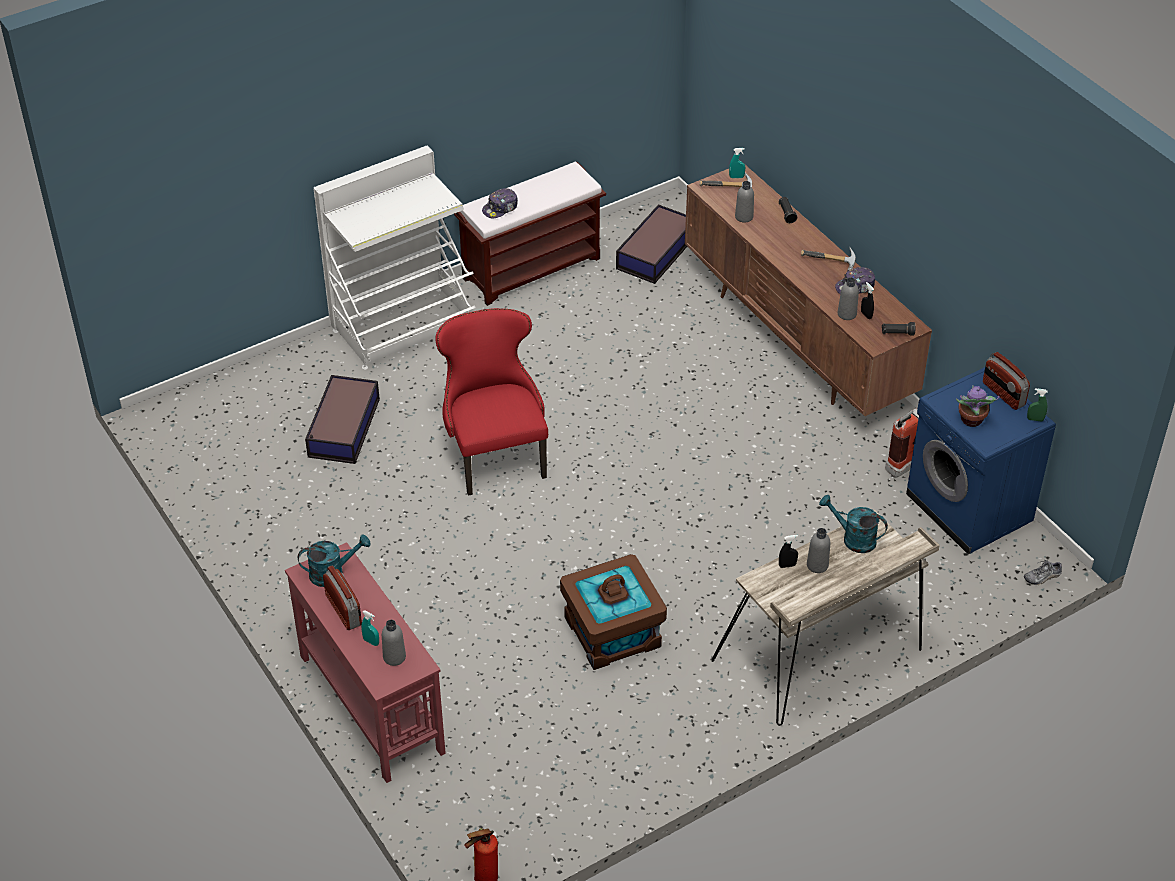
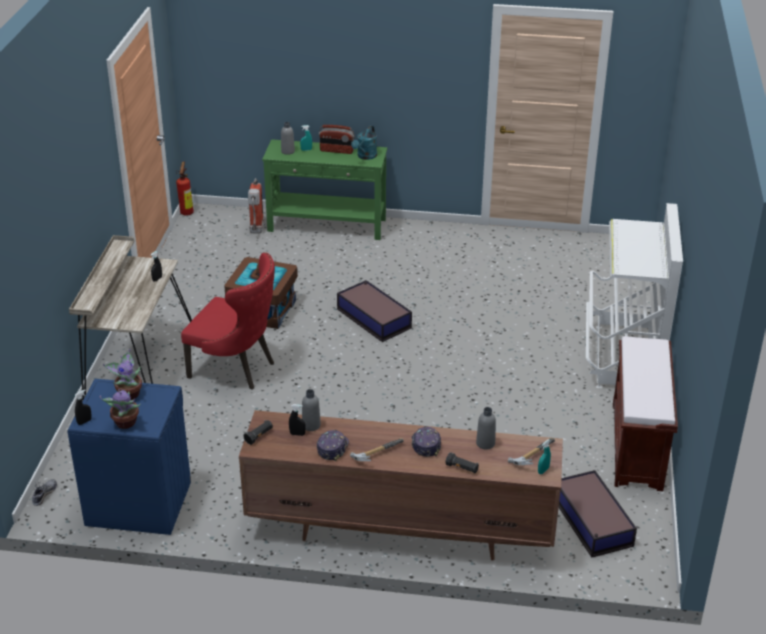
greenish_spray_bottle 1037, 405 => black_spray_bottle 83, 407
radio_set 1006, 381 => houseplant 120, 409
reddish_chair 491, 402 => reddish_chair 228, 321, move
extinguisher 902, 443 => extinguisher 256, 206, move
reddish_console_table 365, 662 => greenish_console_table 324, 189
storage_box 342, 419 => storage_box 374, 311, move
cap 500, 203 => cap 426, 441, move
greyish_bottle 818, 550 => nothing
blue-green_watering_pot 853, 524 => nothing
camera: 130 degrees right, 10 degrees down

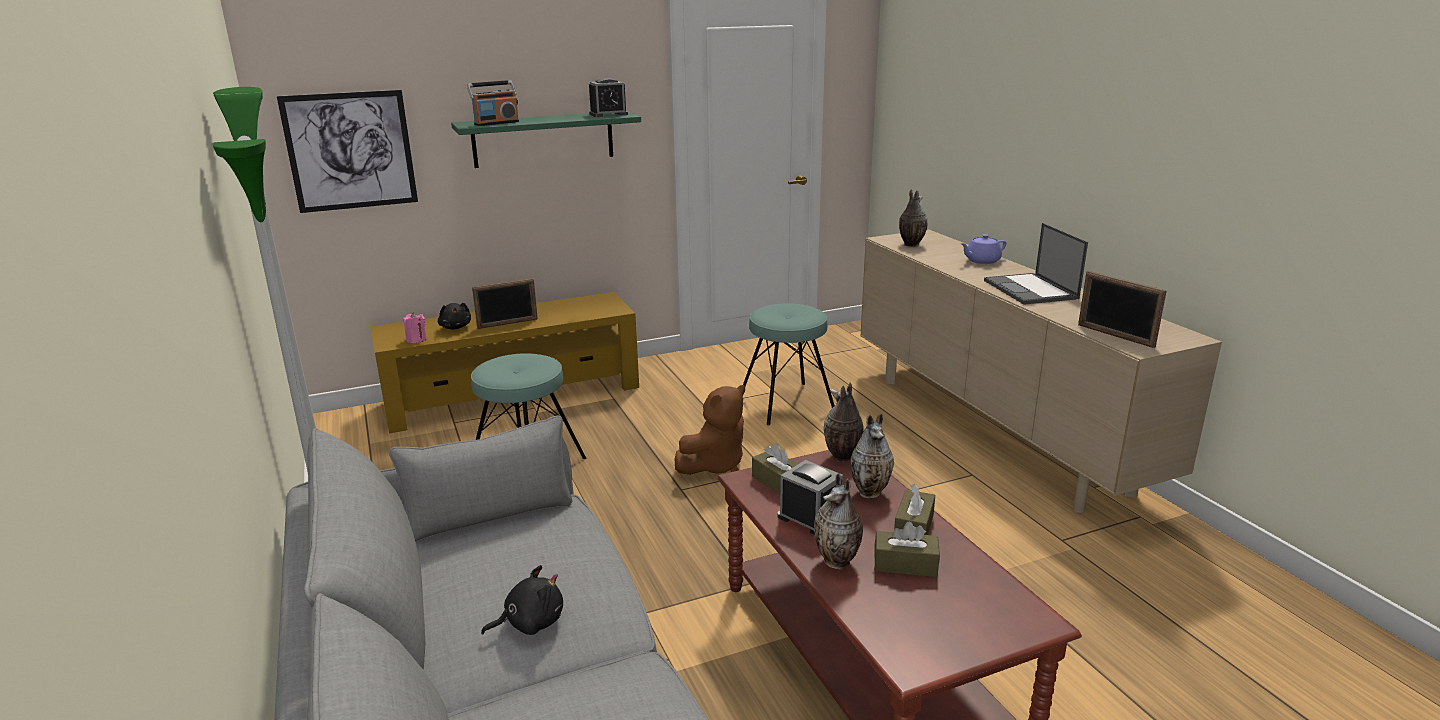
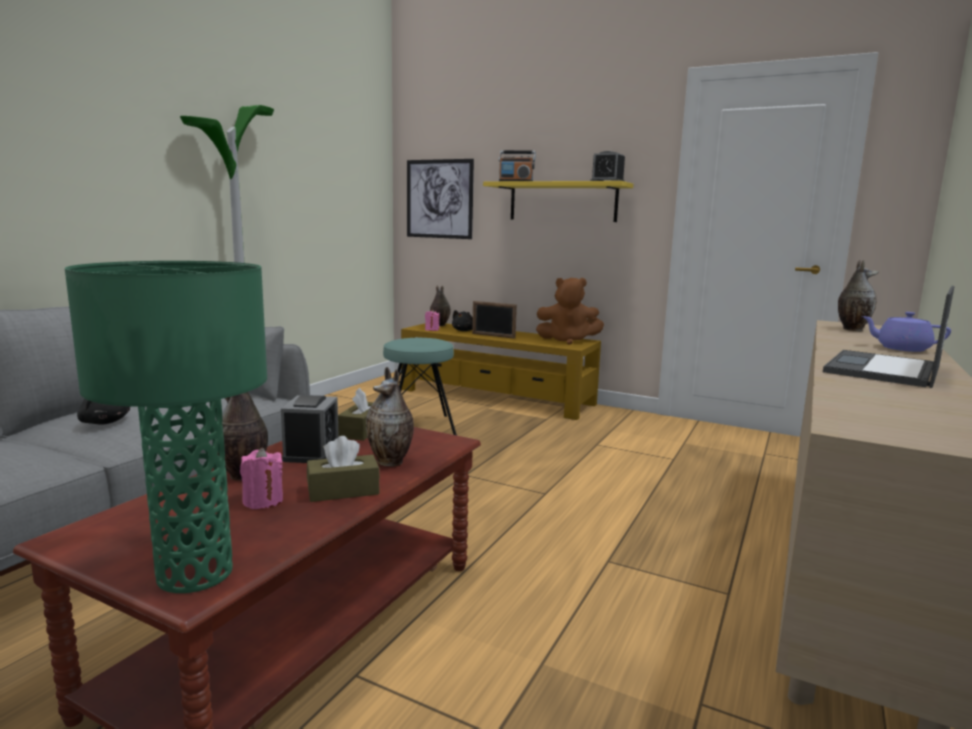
nothing => greenish_lamp_for_a_table 166, 427
brown-coloured_box_of_tissues 907, 549 => pinkish_candle 261, 478
vase 843, 422 => vase 440, 305, move
greenish_bracket_shelf 546, 140 => yellowish_bracket_shelf 558, 201
brown-coloured_cuddly_toy 709, 430 => brown-coloured_cuddly_toy 570, 311, move
blue-green_sitting_stool 789, 364 => nothing
standing_frame 1122, 309 => nothing
camera: 50 degrees right, 10 degrees down

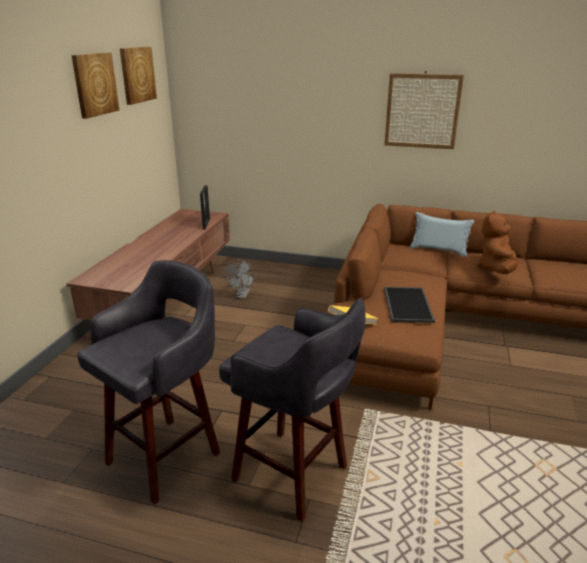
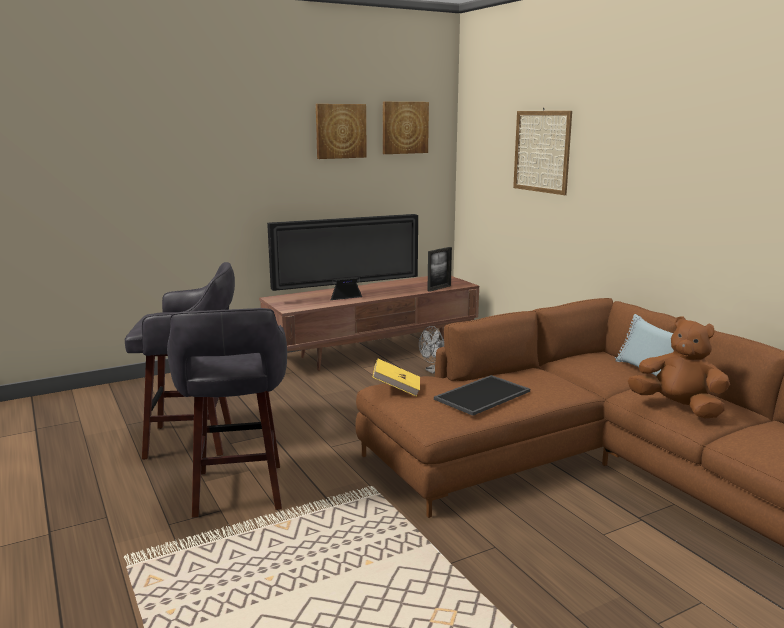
nothing => TV 342, 257
wall_picture 424, 110 => wall_picture 542, 151, move
brown-coloured_cuddly_toy 498, 242 => brown-coloured_cuddly_toy 679, 367, 60 degrees clockwise
camera: 45 degrees right, 10 degrees down

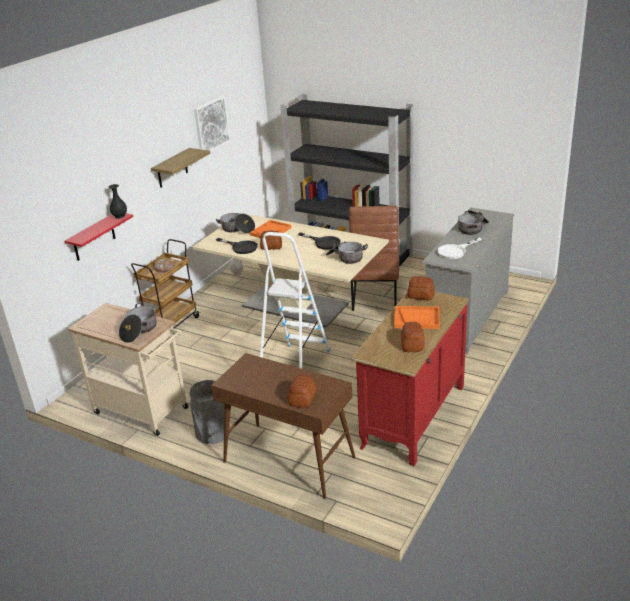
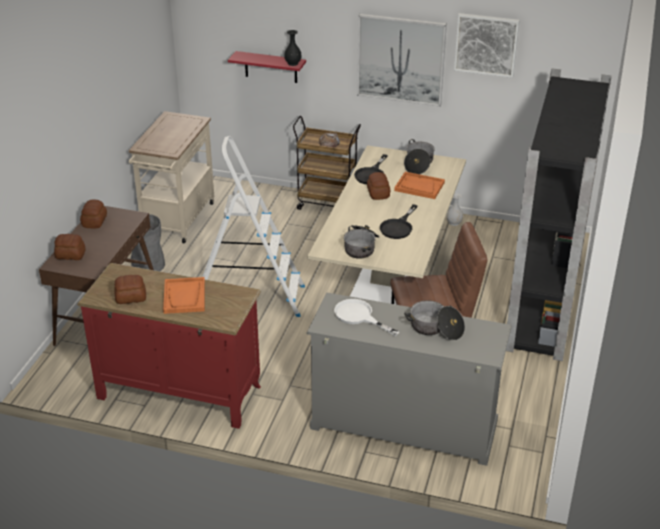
bread 421, 288 => bread 93, 214, move
bracket_shelf 180, 168 => wall_picture 402, 60
stockpot 138, 323 => nothing
camera: 75 degrees right, 5 degrees up

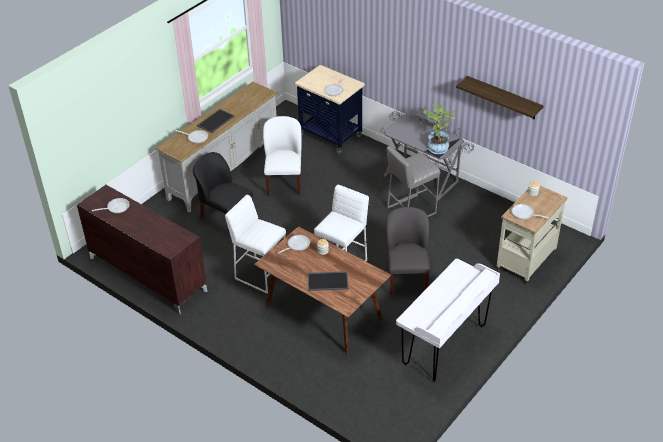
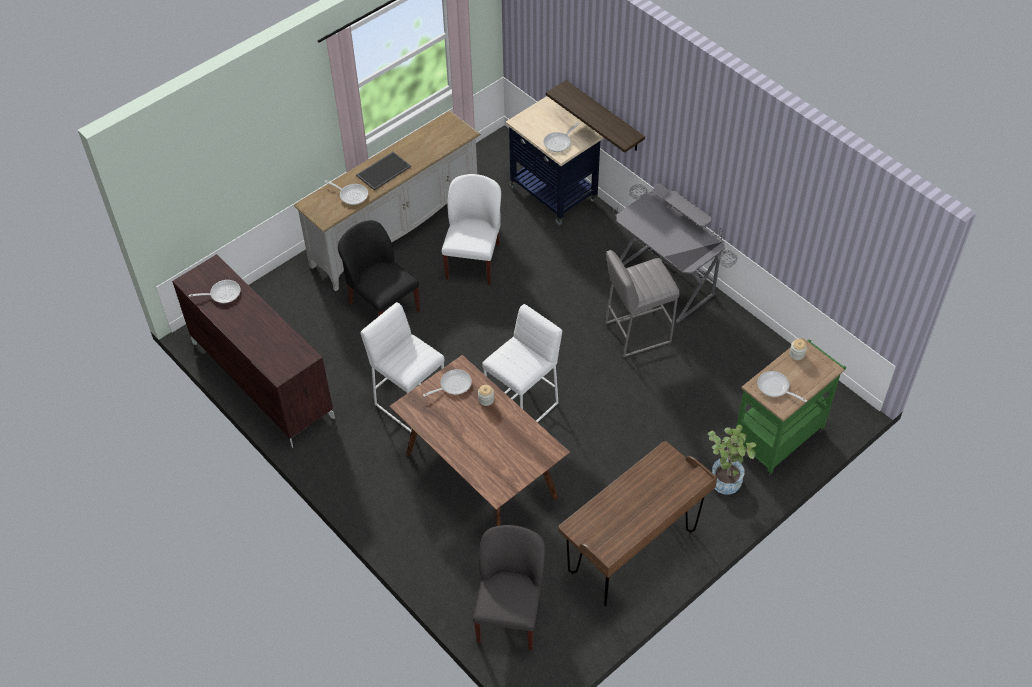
greyish_chair 408, 251 => greyish_chair 509, 587, move
bracket_shelf 500, 97 => bracket_shelf 595, 116, move
white-coloured_desk_table 448, 320 => brown-coloured_desk_table 637, 523
houseplant 439, 128 => houseplant 732, 460, move
beige-coloured_wheeled_cart 532, 235 => greenish_wheeled_cart 789, 407
serving_tray 328, 281 => nothing
camera: 10 degrees right, 10 degrees up

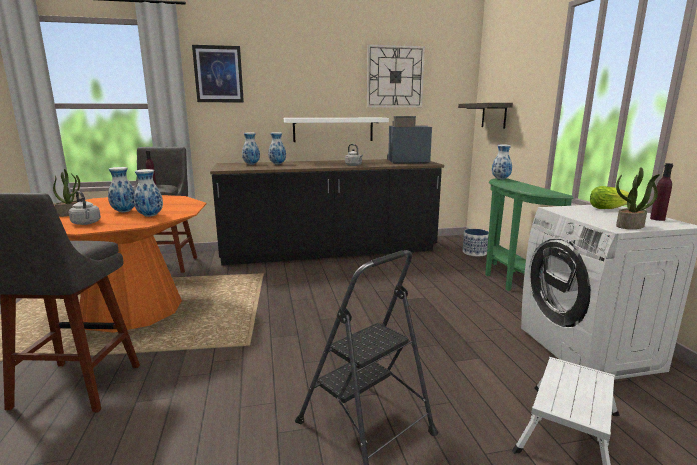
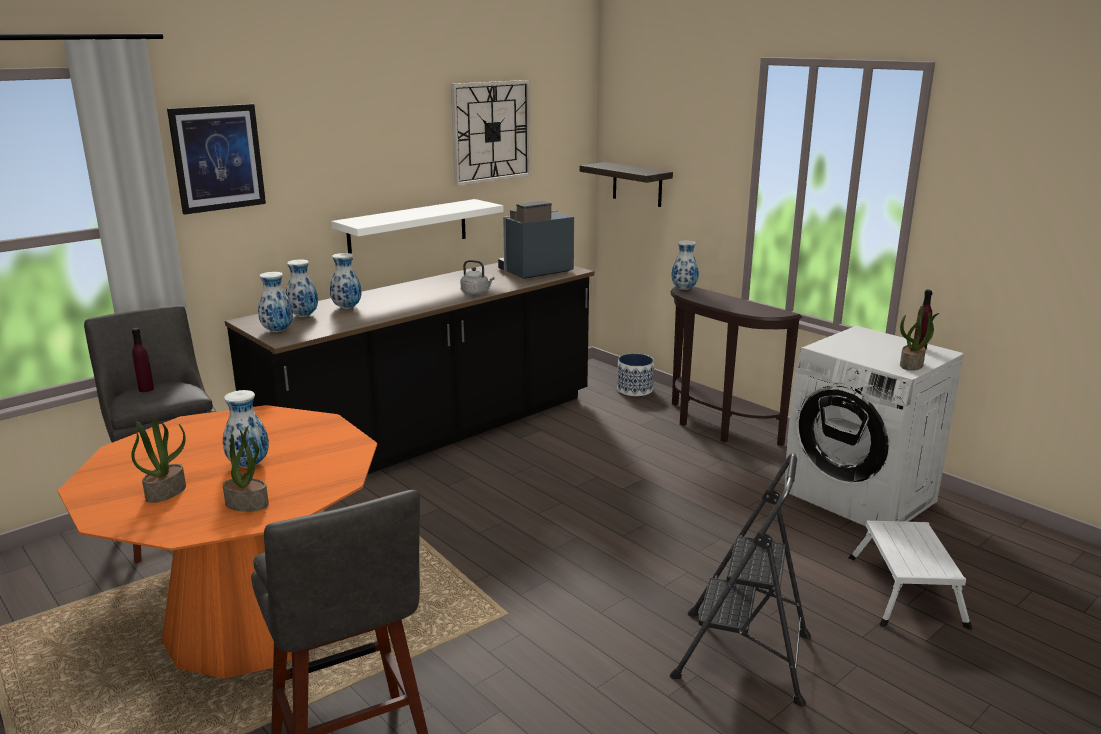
greyish_water_kettle 85, 208 => houseplant 246, 469
vase 148, 193 => vase 275, 302, move
greenish_console_table 529, 234 => brown-coloured_console_table 736, 366
lettuce 609, 197 => nothing
camera: 30 degrees left, 5 degrees up

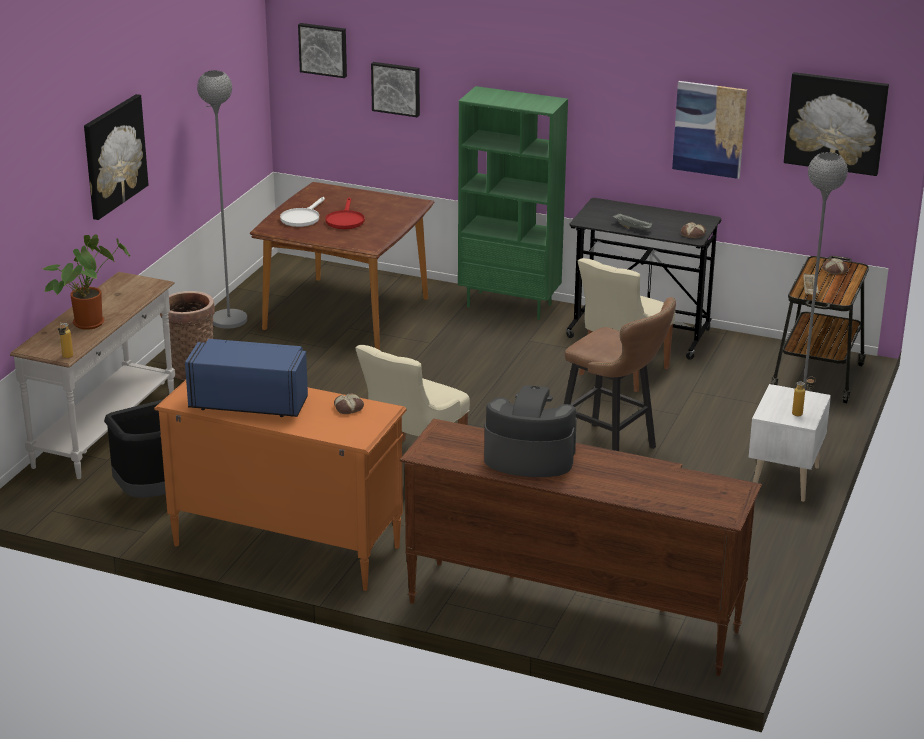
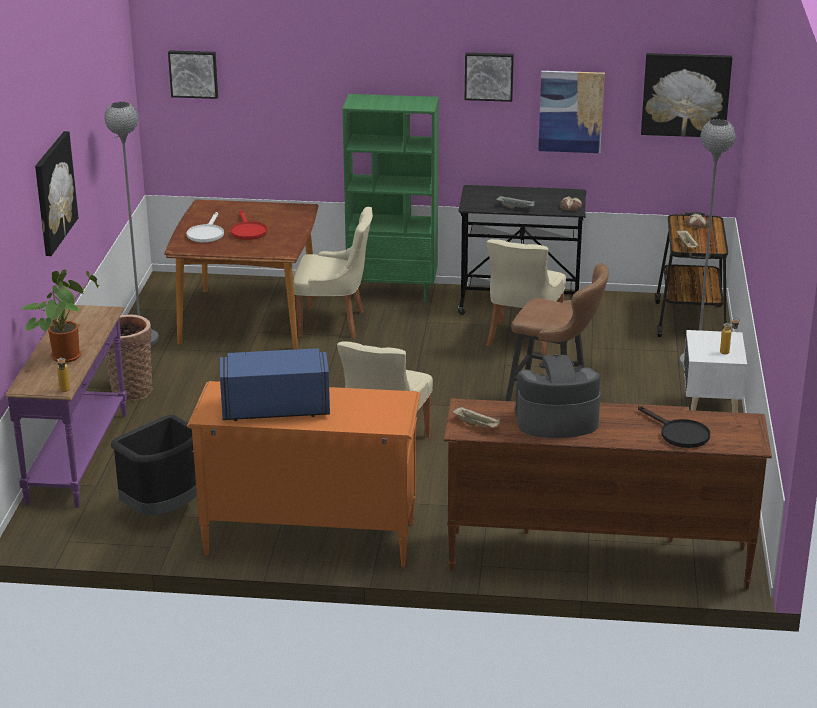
white-coloured_console_table 92, 375 => purplish_console_table 66, 406
nothing => beige-coloured_chair 333, 273
nothing => beige-coloured_serving_tray 476, 417
wall_picture 395, 89 => wall_picture 489, 77, move
nothing => black_pan 674, 427
bread 349, 404 => nothing
camera: 15 degrees left, 0 degrees up

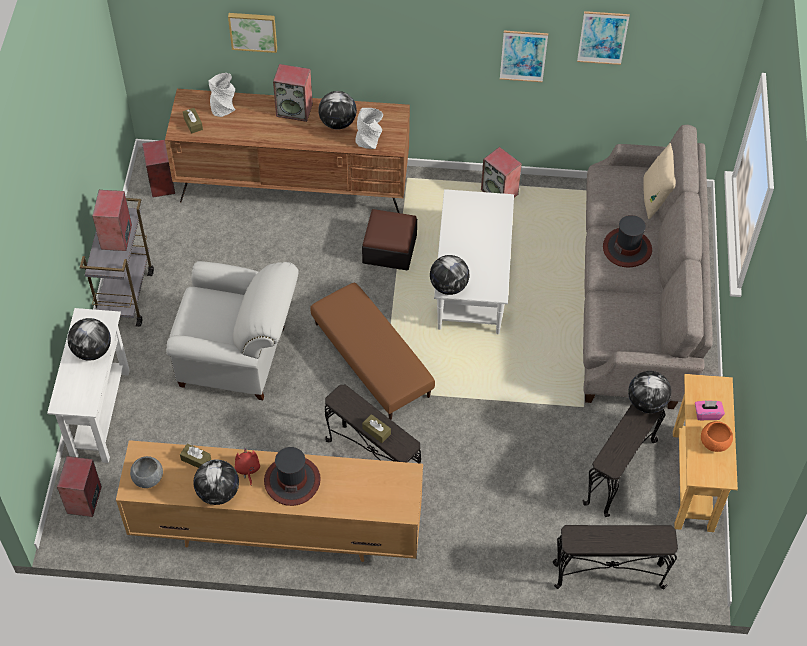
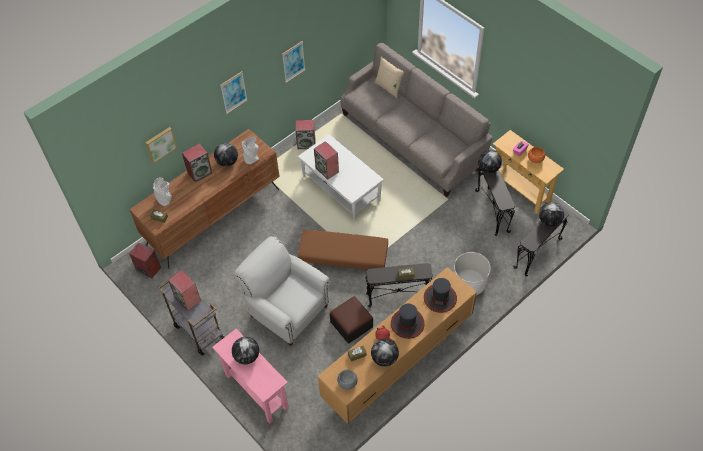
white-coloured_console_table 88, 385 => pinkish_console_table 250, 376
wall_picture 603, 38 => wall_picture 234, 92, move
white-coloured_armchair 232, 330 => white-coloured_armchair 282, 291, 105 degrees counterclockwise
audio_speaker 79, 486 => audio_speaker 326, 160, move
footrest 389, 240 => footrest 351, 319, move
clothing_hat 627, 241 => clothing_hat 440, 295, move
nothing => white-coloured_plant_pot 472, 273
desk_globe 450, 275 => desk_globe 551, 214, move
camera: 45 degrees left, 0 degrees up

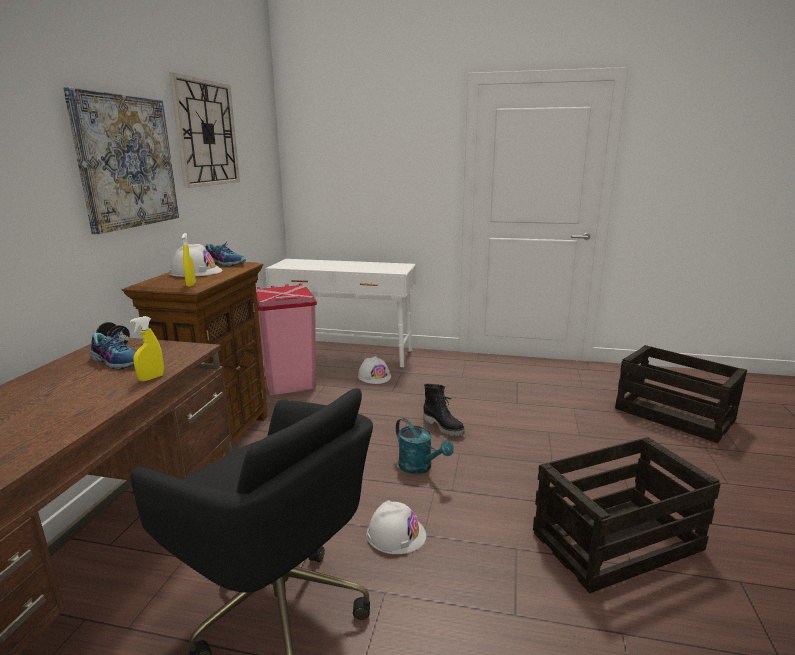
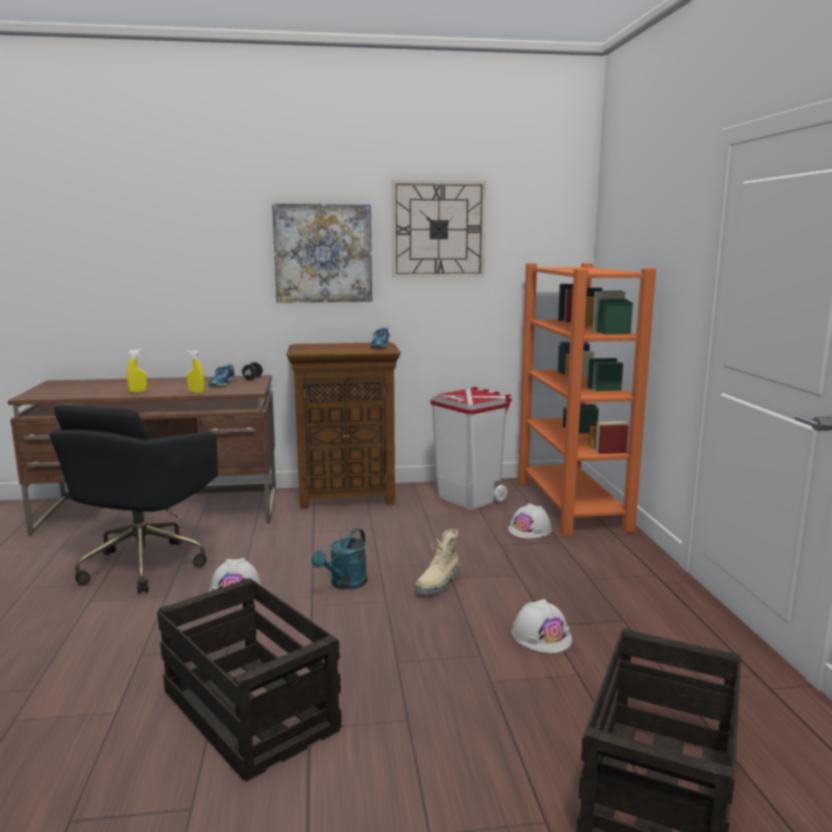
yellowish_spray_bottle 189, 260 => yellowish_spray_bottle 137, 371, move
black_high-top_boot 444, 410 => beige-coloured_high-top_boot 437, 562
pinkish_rubbish_bin 286, 339 => white-coloured_rubbish_bin 471, 448
white-coloured_work_helmet 195, 260 => white-coloured_work_helmet 542, 626, move
white-coloured_console_table 340, 313 => orange_bookcase 587, 399
camera: 70 degrees right, 5 degrees down

